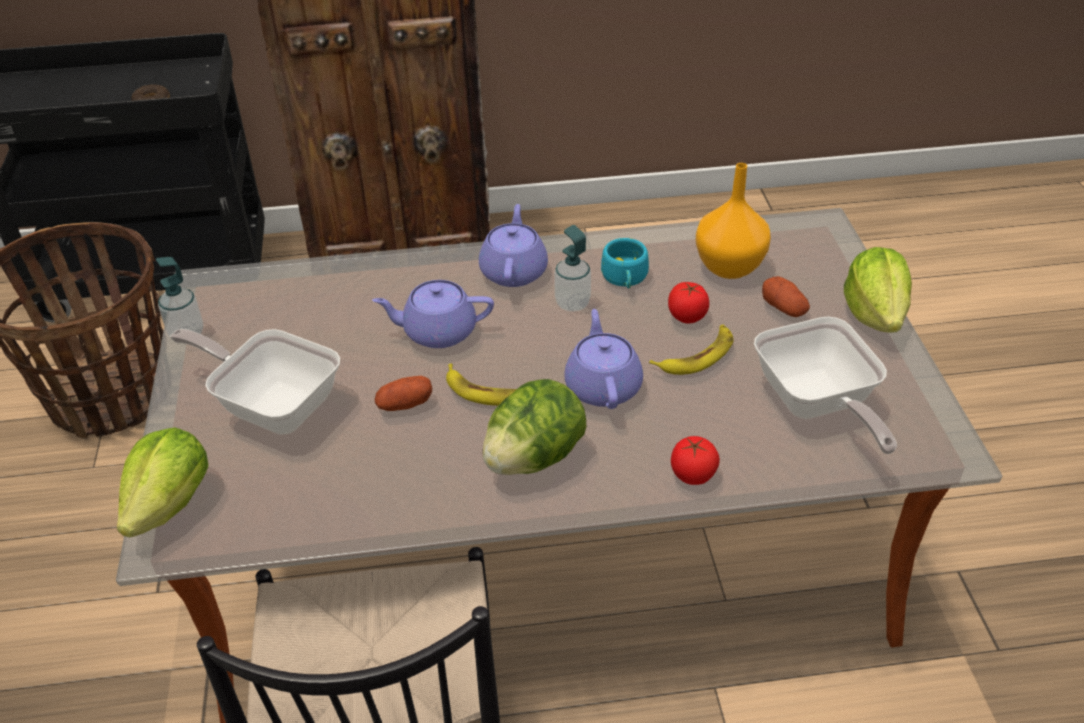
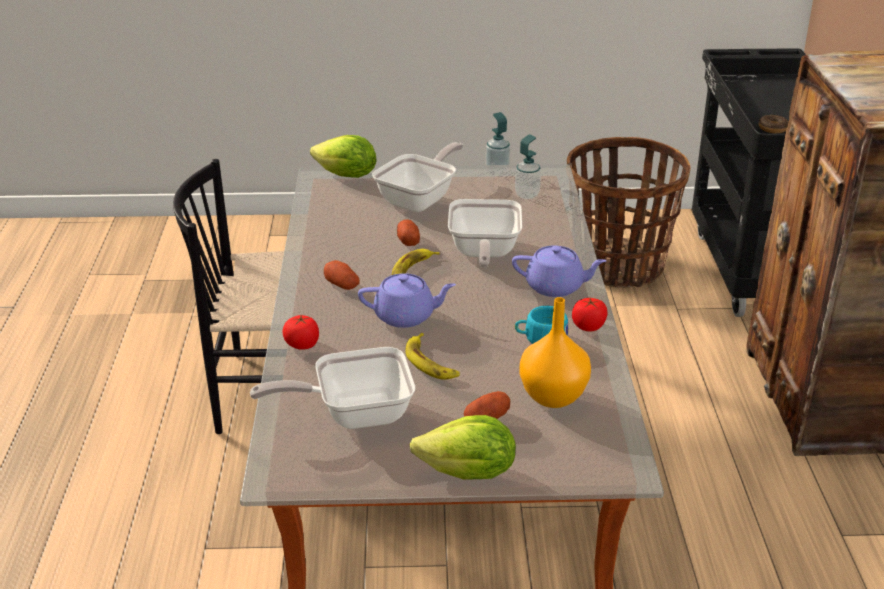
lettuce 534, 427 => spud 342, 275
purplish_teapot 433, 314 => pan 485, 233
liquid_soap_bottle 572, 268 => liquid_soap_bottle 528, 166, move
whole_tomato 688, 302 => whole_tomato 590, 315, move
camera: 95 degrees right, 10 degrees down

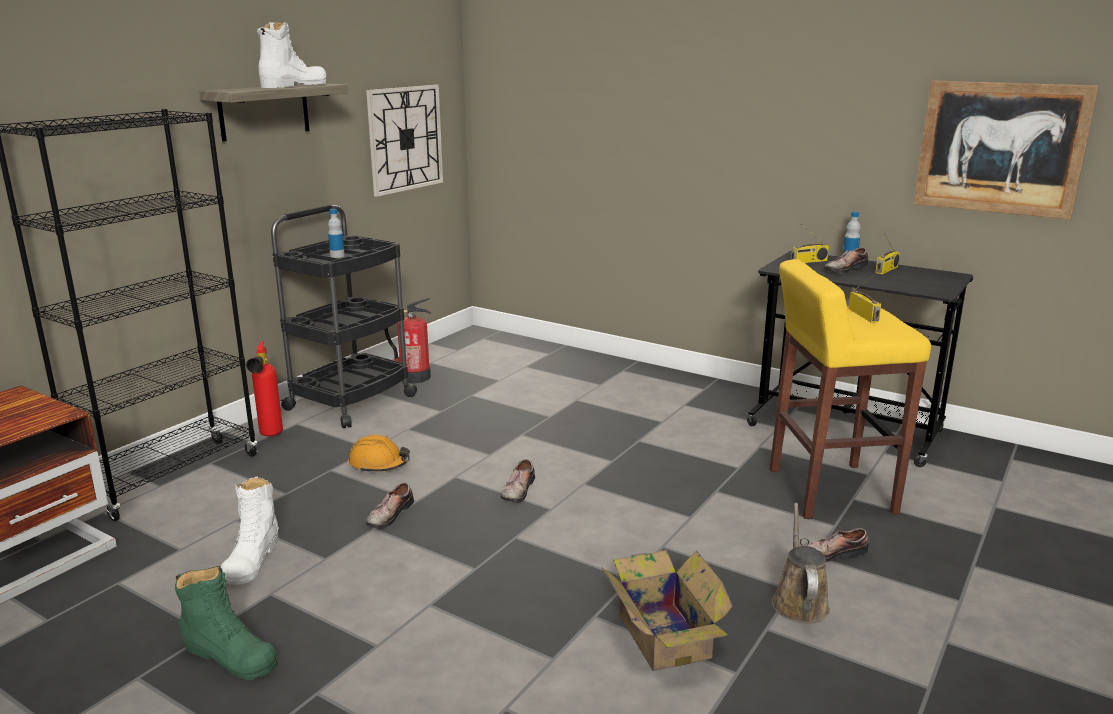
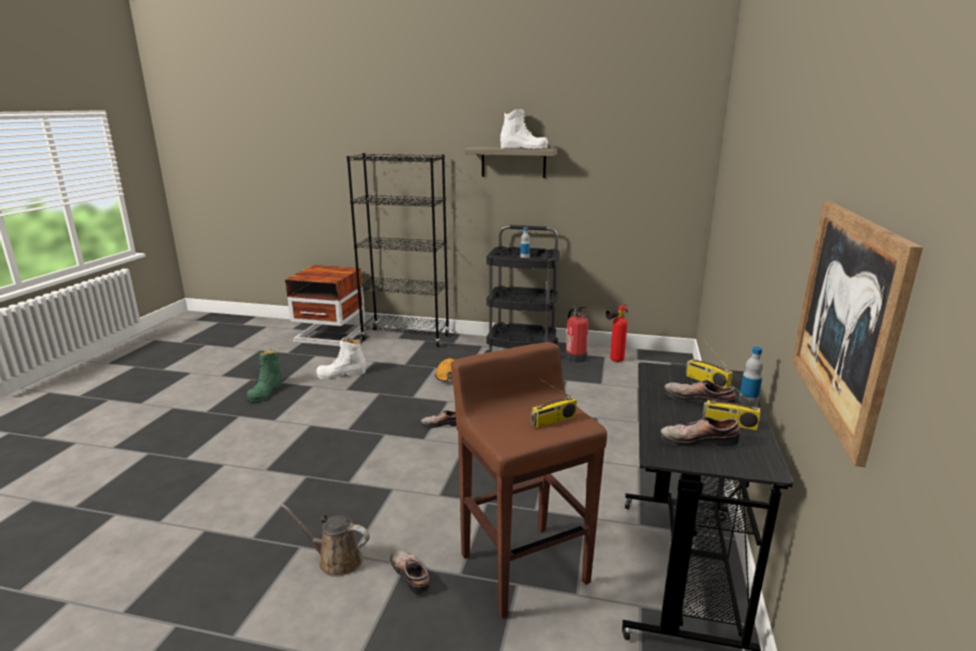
brown-coloured_watering_pot 801, 563 => brown-coloured_watering_pot 325, 540, 150 degrees counterclockwise
yellowish_sitting_stool 850, 389 => brown-coloured_sitting_stool 529, 480
extinguisher 264, 388 => extinguisher 617, 333, move
item_of_footwear 390, 505 => item_of_footwear 700, 432, move
clock_on_the_wall 404, 141 => nothing
cardboard_box 667, 610 => nothing
camera: 70 degrees right, 0 degrees up

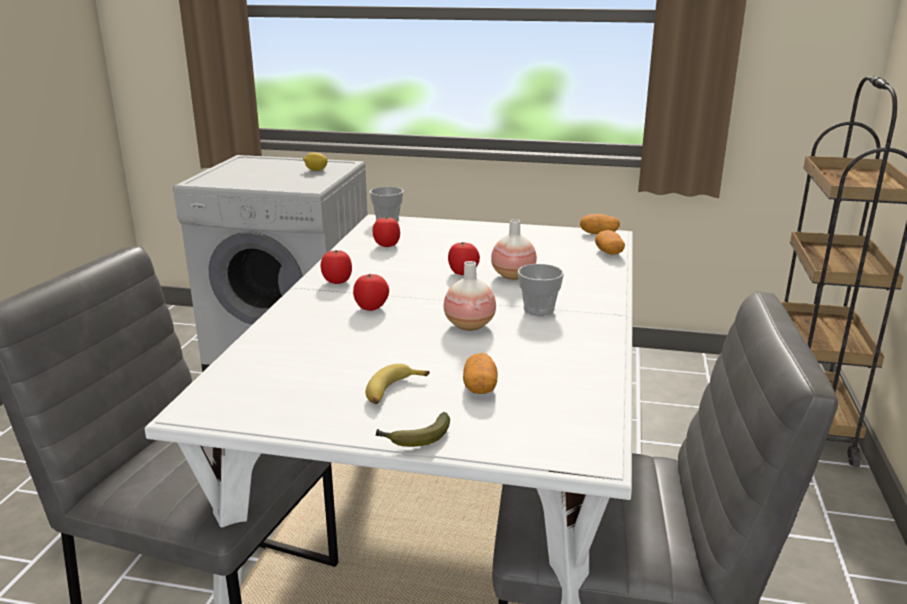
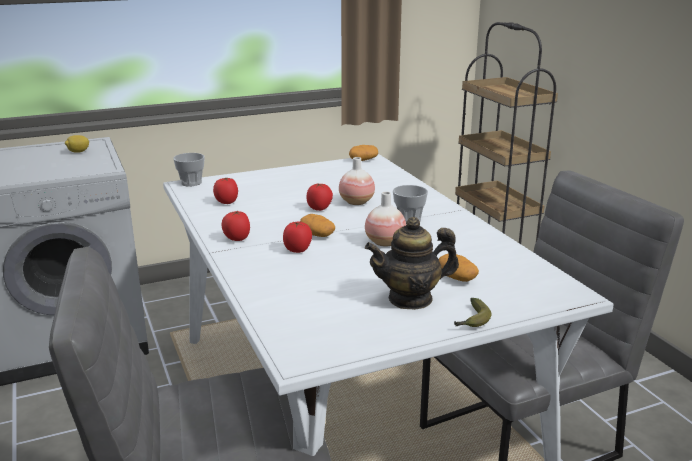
spud 610, 242 => spud 317, 225, move
banana_fruit 397, 384 => teapot 412, 263
camera: 35 degrees left, 0 degrees up

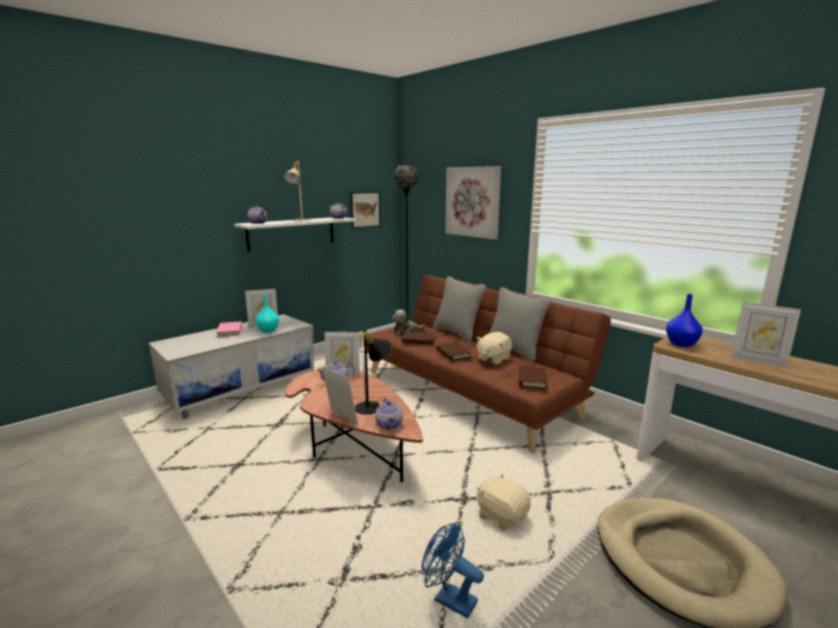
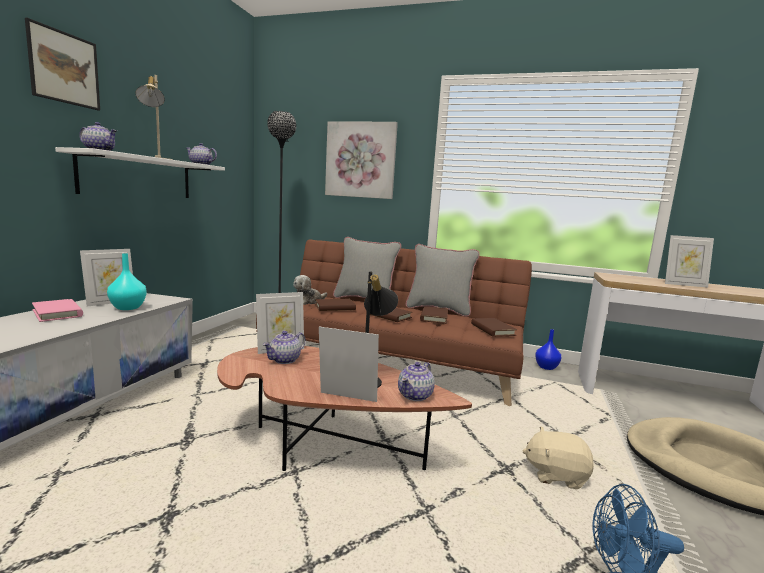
wall_picture 365, 210 => wall_picture 62, 64, move
teapot 389, 414 => teapot 416, 381, 75 degrees clockwise
beige-coloured_cuddly_toy 494, 348 => brown-coloured_volume 434, 315
bluish_vase 684, 320 => bluish_vase 548, 349, move
camera: 30 degrees left, 5 degrees down

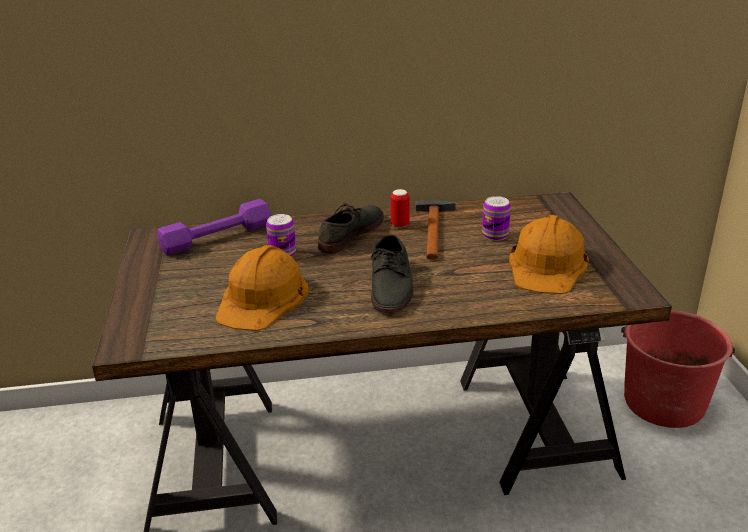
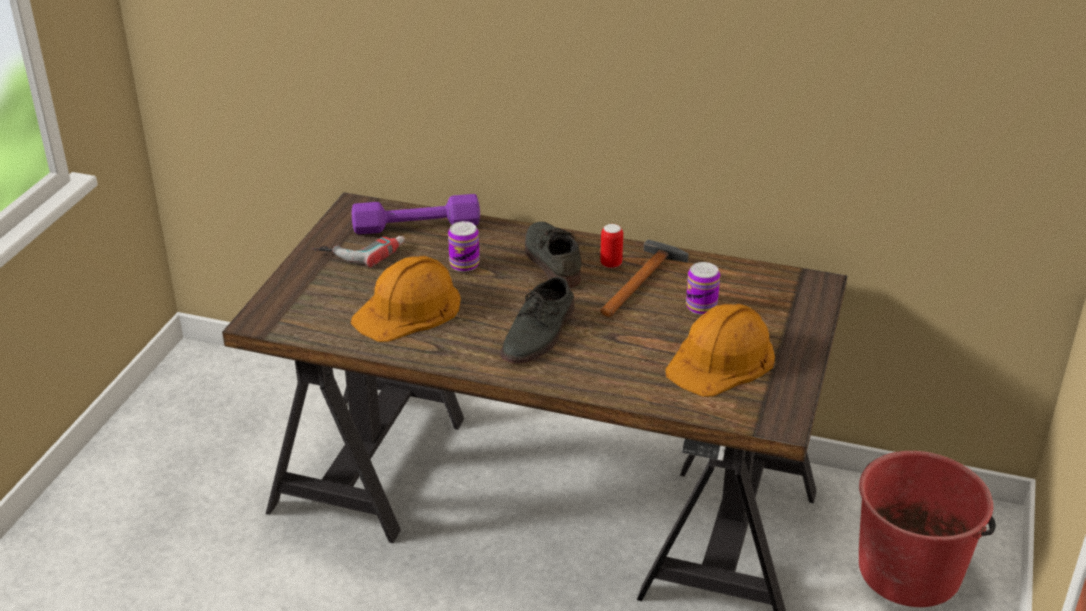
nothing => electric_drill 358, 251
greyish_item_of_footwear 351, 228 => greyish_item_of_footwear 553, 254, 75 degrees counterclockwise
camera: 25 degrees right, 5 degrees up

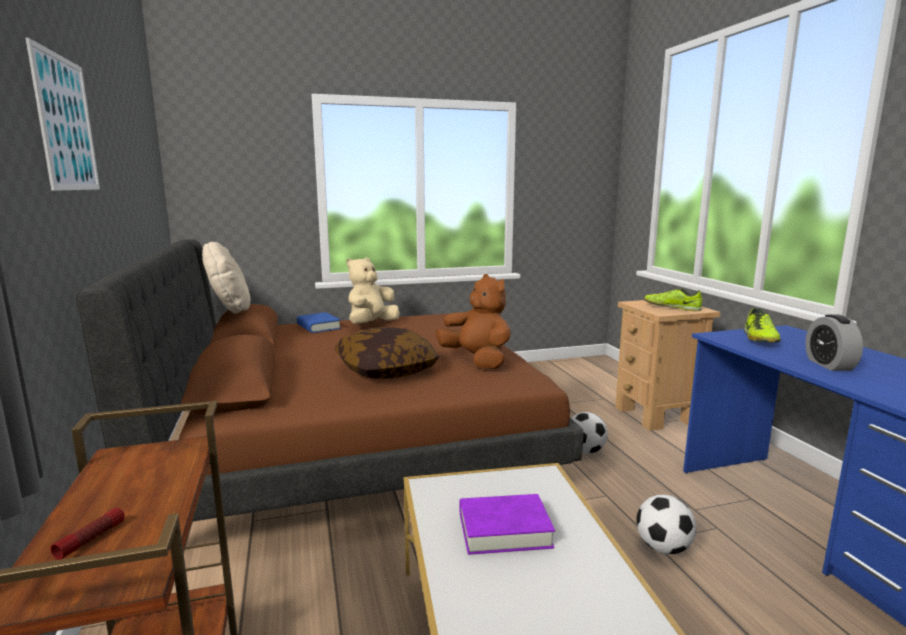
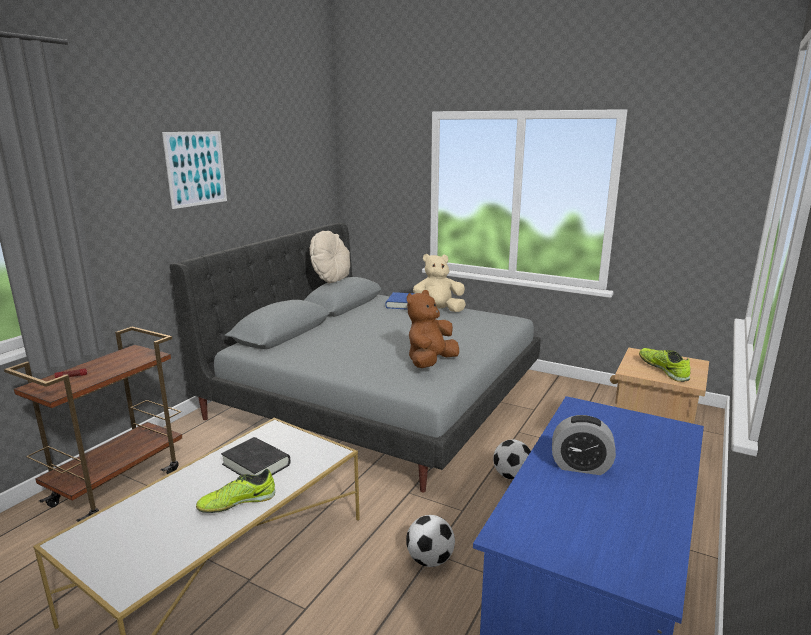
brown-coloured_sleeping_bed 329, 380 => greyish_sleeping_bed 355, 357
item_of_footwear 762, 325 => item_of_footwear 235, 491, move
purplish_volume 507, 524 => black_volume 255, 456
brown-coloured_cuddly_toy 473, 321 => brown-coloured_cuddly_toy 433, 329, 150 degrees counterclockwise
alarm_clock 834, 342 => alarm_clock 584, 445, 120 degrees counterclockwise
pillow 387, 353 => nothing
camera: 45 degrees right, 5 degrees up

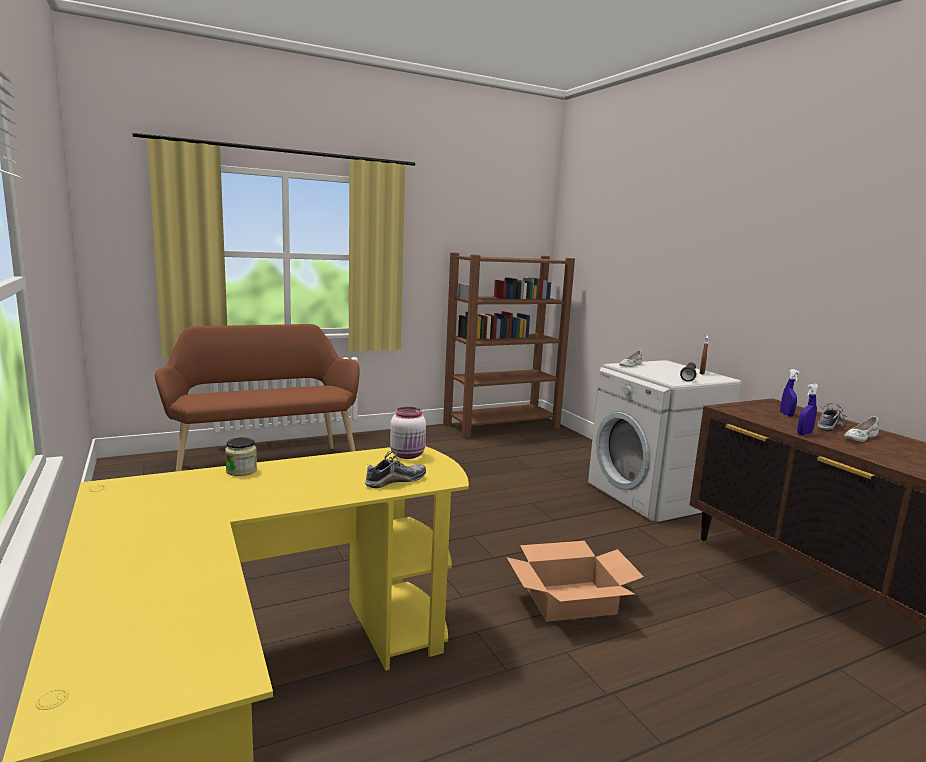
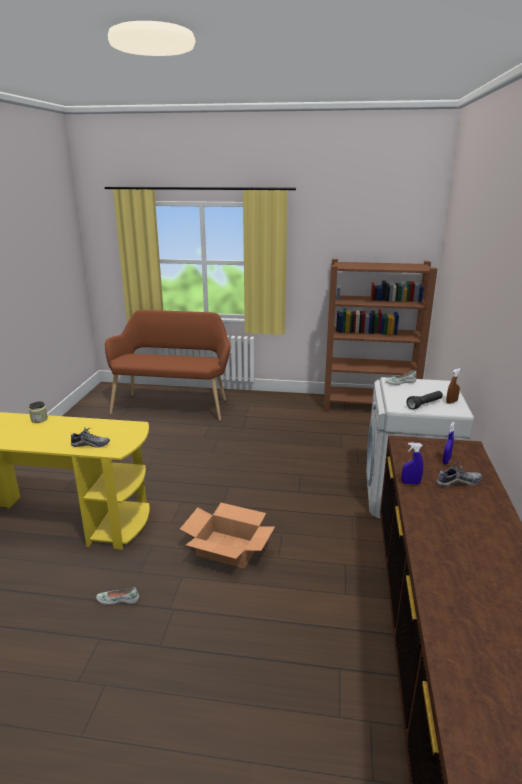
white-coloured_item_of_footwear 861, 429 => white-coloured_item_of_footwear 117, 596, move
white-coloured_jar 408, 433 => nothing
camera: 35 degrees right, 10 degrees up

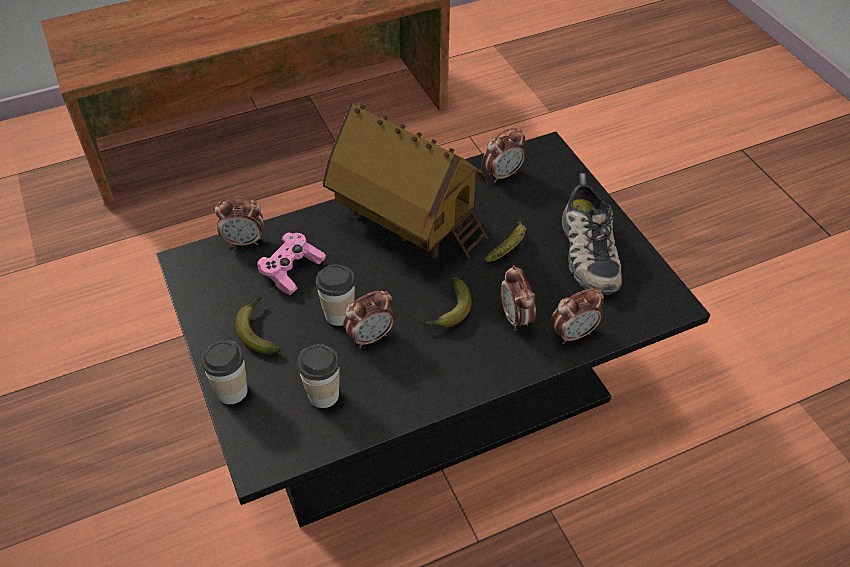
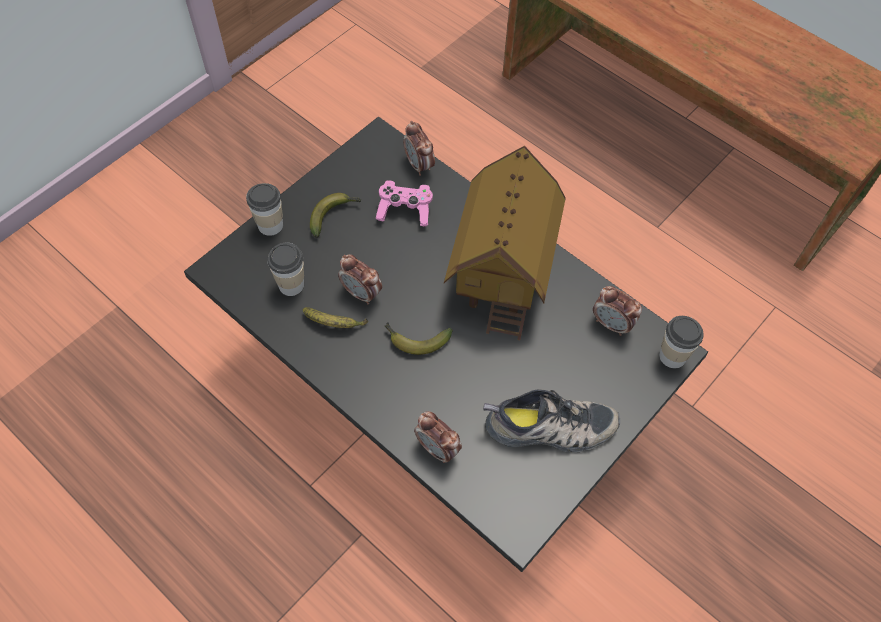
banana_fruit 505, 241 => banana_fruit 335, 317, move
item_of_footwear 592, 234 => item_of_footwear 551, 421, 150 degrees counterclockwise
cup 335, 295 => cup 681, 342, move
alarm_clock 518, 298 => nothing
camera: 65 degrees right, 10 degrees up

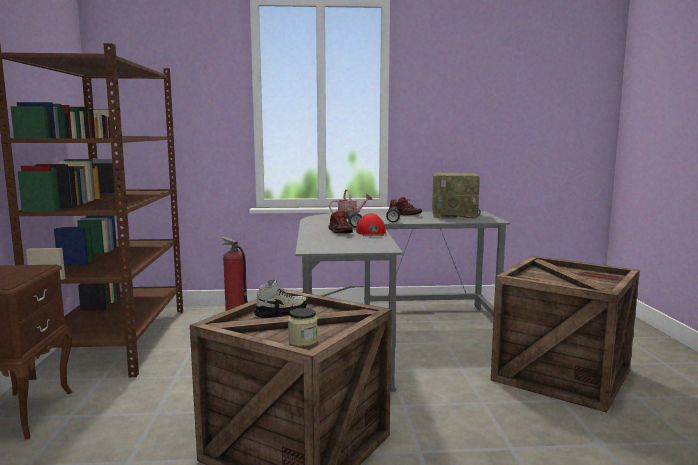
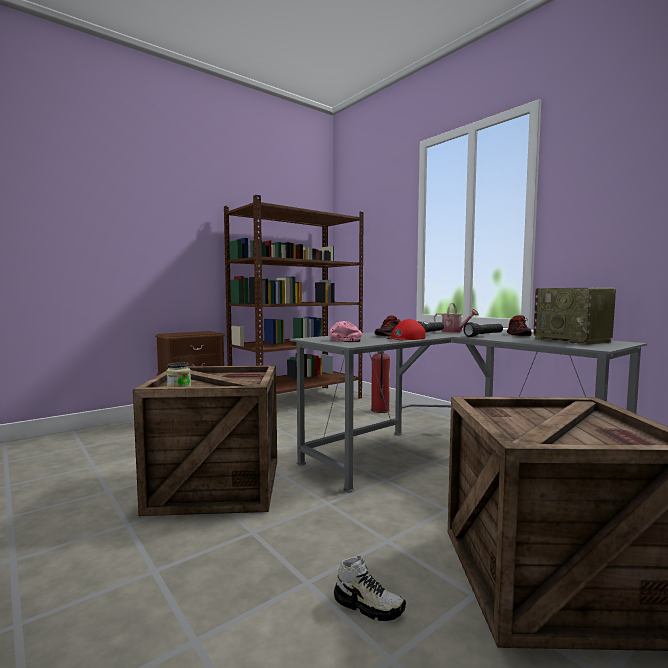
nothing => pinkish_cap 346, 331
item_of_footwear 281, 298 => item_of_footwear 370, 588, move
camera: 55 degrees right, 5 degrees down

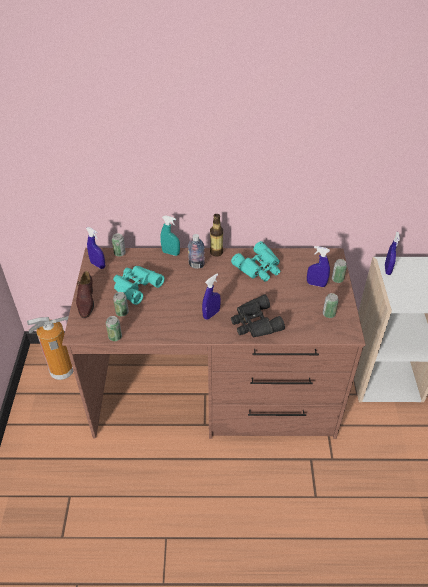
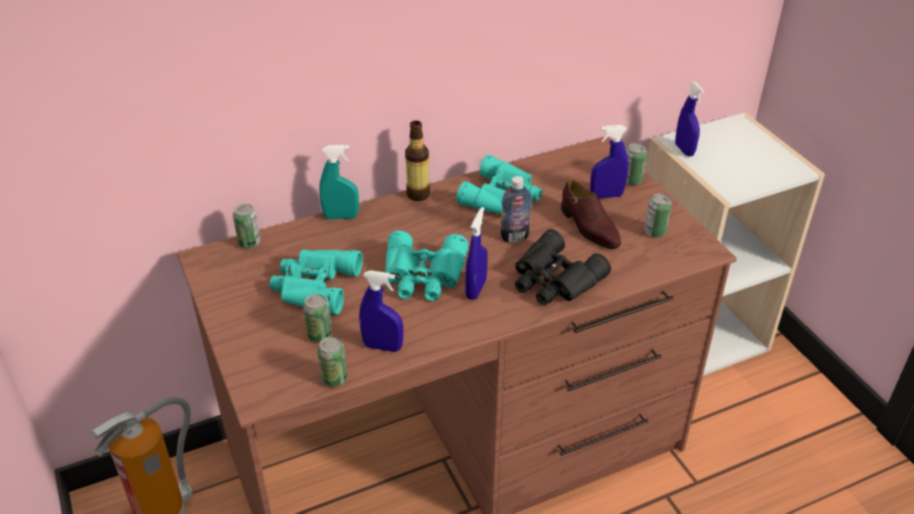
bluish_spray_bottle 95, 248 => bluish_spray_bottle 381, 311, move
nothing => blue-green_binoculars 426, 266
bottle 196, 251 => bottle 516, 209, move
brown-coloured_item_of_footwear 85, 294 => brown-coloured_item_of_footwear 591, 214, move
camera: 25 degrees left, 5 degrees down

